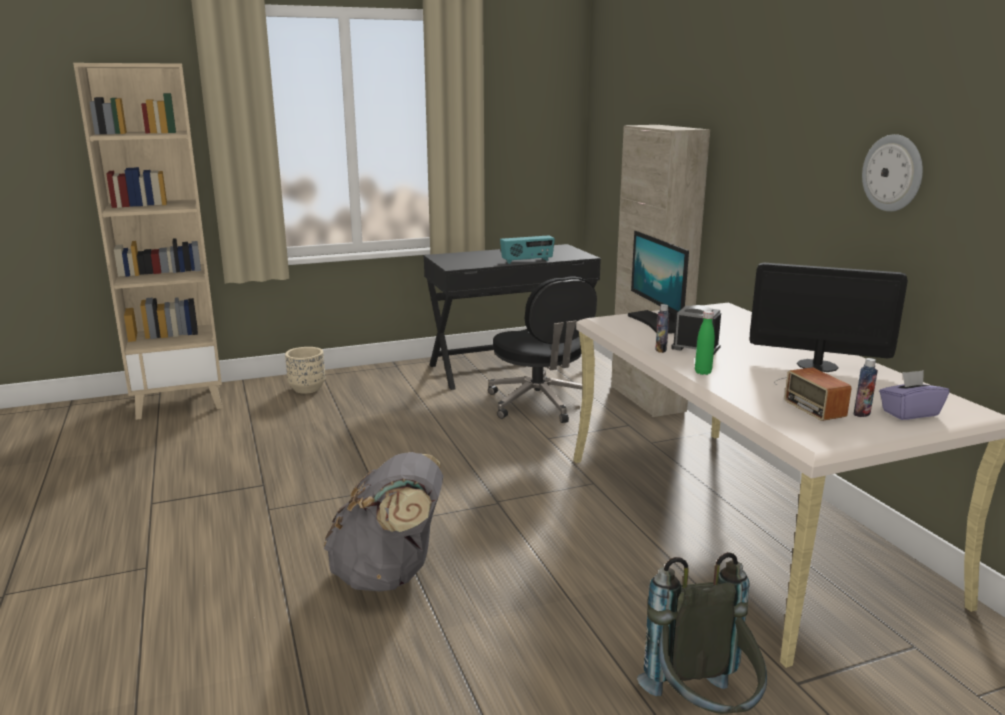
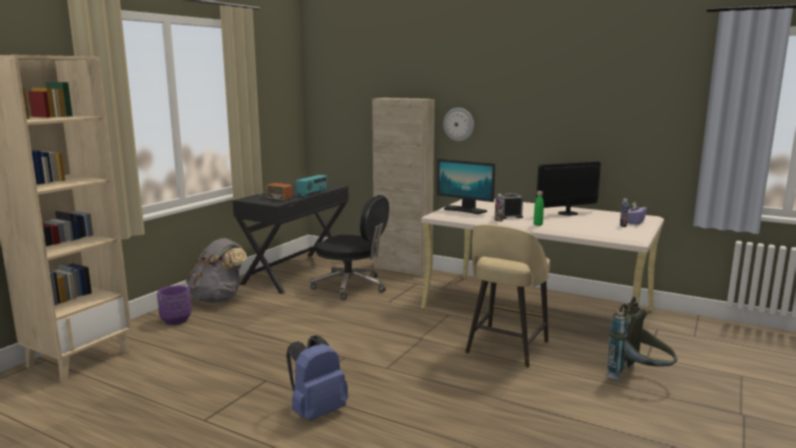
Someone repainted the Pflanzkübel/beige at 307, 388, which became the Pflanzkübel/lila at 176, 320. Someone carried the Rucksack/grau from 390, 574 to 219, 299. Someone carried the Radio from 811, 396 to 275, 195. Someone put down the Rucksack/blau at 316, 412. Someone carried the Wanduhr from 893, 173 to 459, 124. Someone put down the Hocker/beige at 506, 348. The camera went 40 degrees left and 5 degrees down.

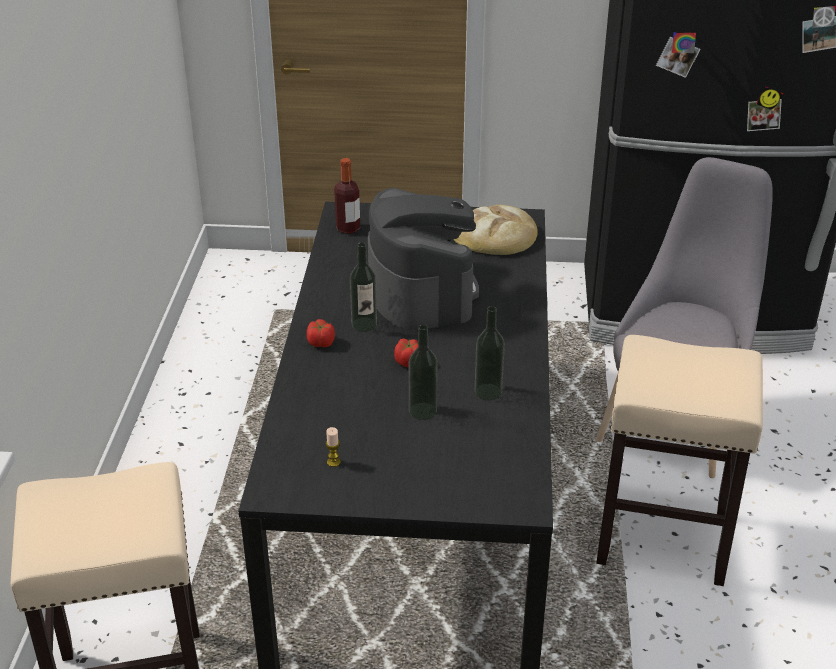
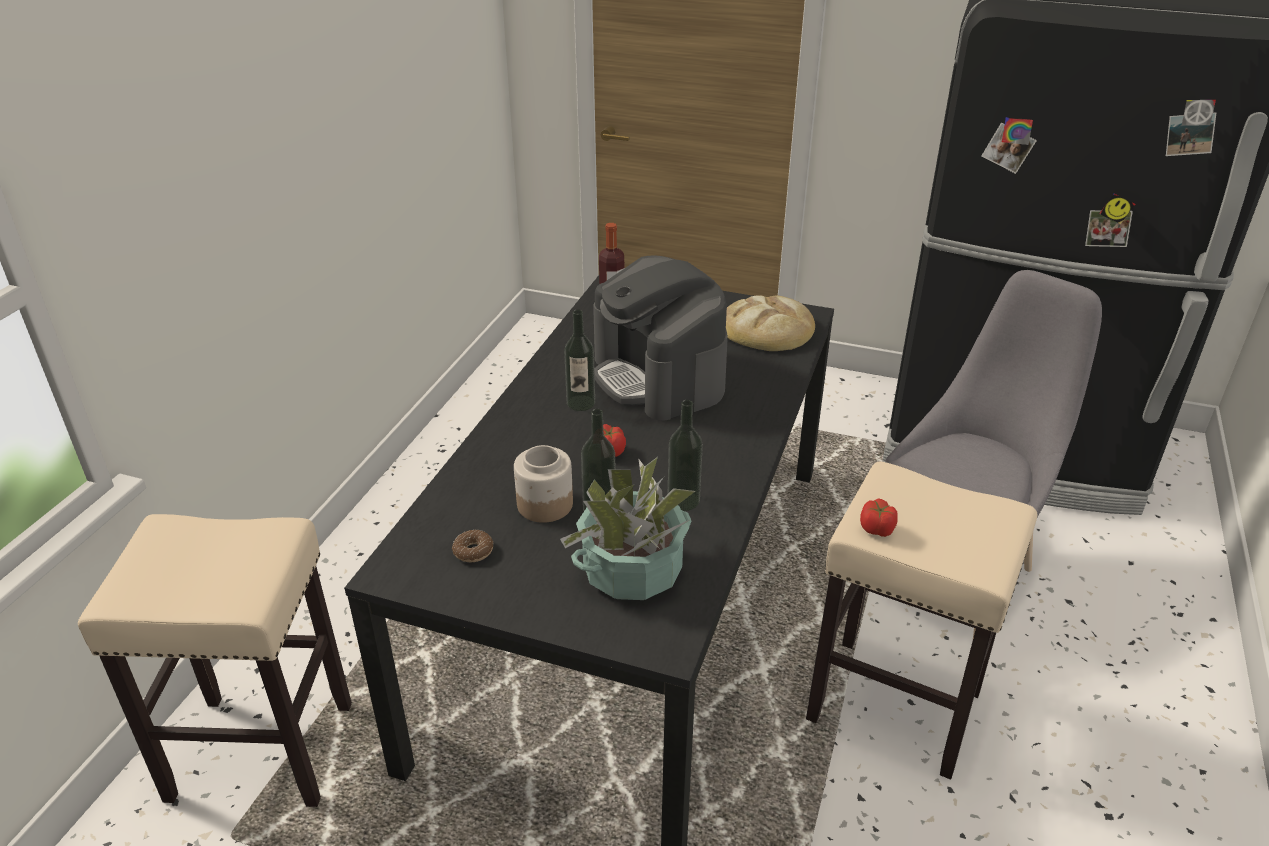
Someone swapped the Kerze at 333, 462 for the Donut at 473, 551. Someone put down the Vorratsglas at 544, 504. Someone put down the Topfpflanze at 632, 571. Someone rotated the Kaffeemaschine at 421, 291 by 150 degrees clockwise. Someone carried the Tomate from 321, 343 to 877, 529. The camera went 15 degrees right and 0 degrees up.

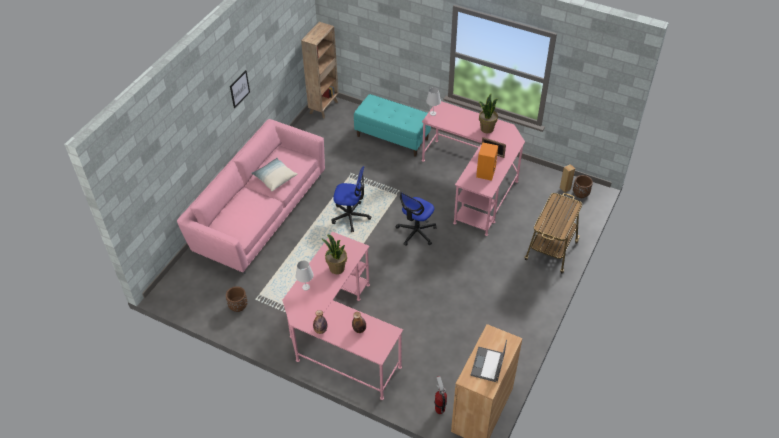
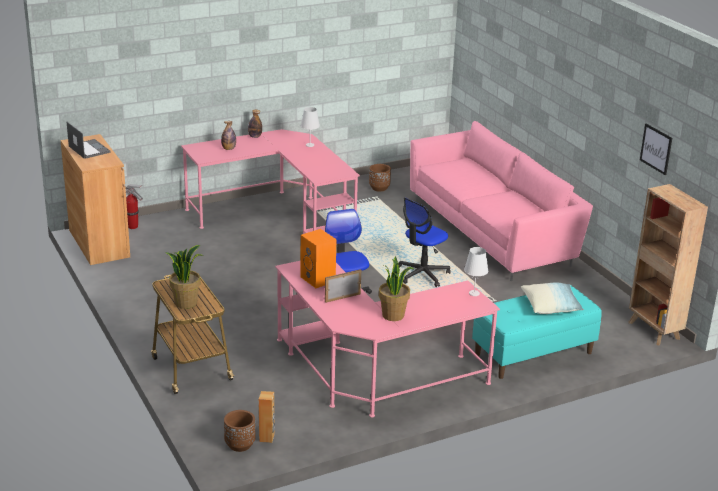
Someone carried the Topfpflanze from 336, 268 to 186, 303. Someone carried the Kissen from 274, 178 to 551, 306. Someone carried the Bild from 239, 89 to 656, 149. The camera went 125 degrees right and 20 degrees down.

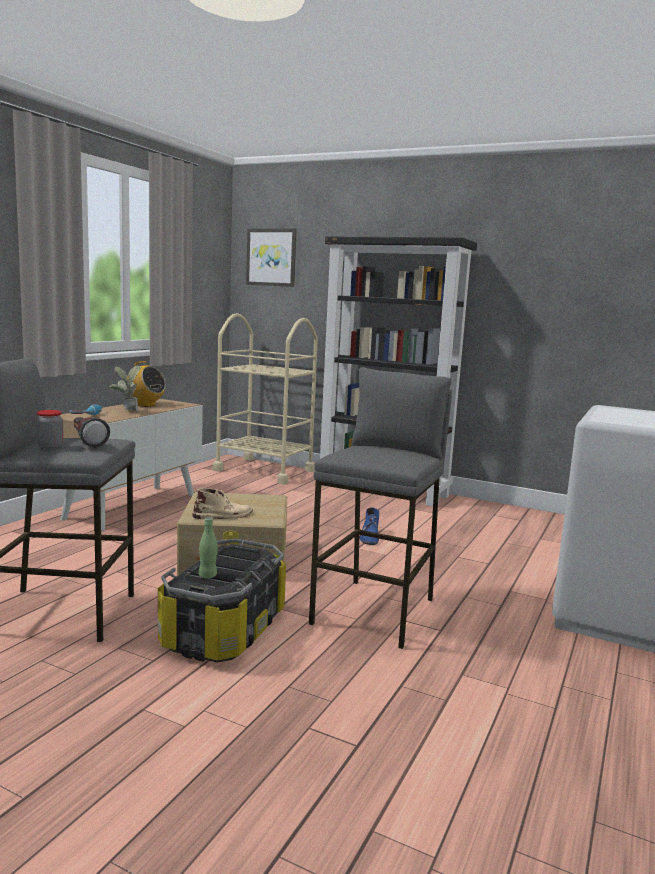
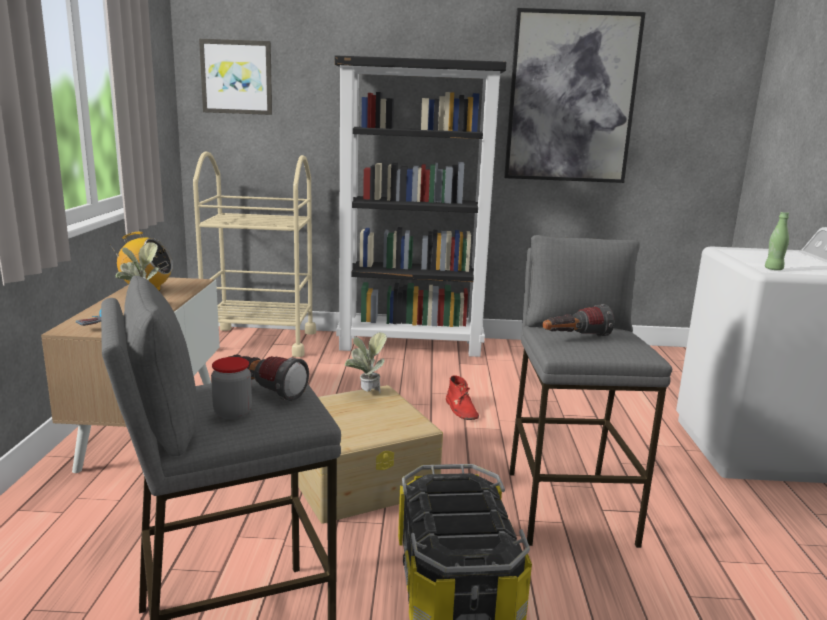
Someone put down the Topfpflanze at 366, 394. Someone repainted the Stiefel/blau at 369, 537, which became the Stiefel/rot at 461, 409. Someone put up the Bild at 571, 98. Someone put down the Taschenlampe at 574, 338. Someone carried the Flasche/grün from 207, 576 to 773, 269. Someone took away the Stiefel/beige at 223, 515. The camera went 25 degrees left and 5 degrees up.

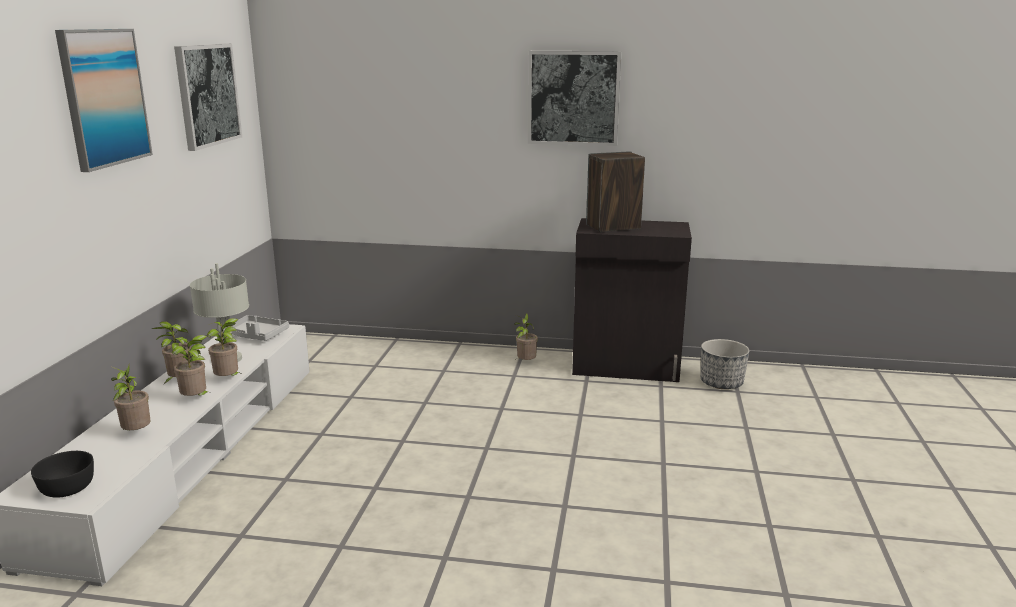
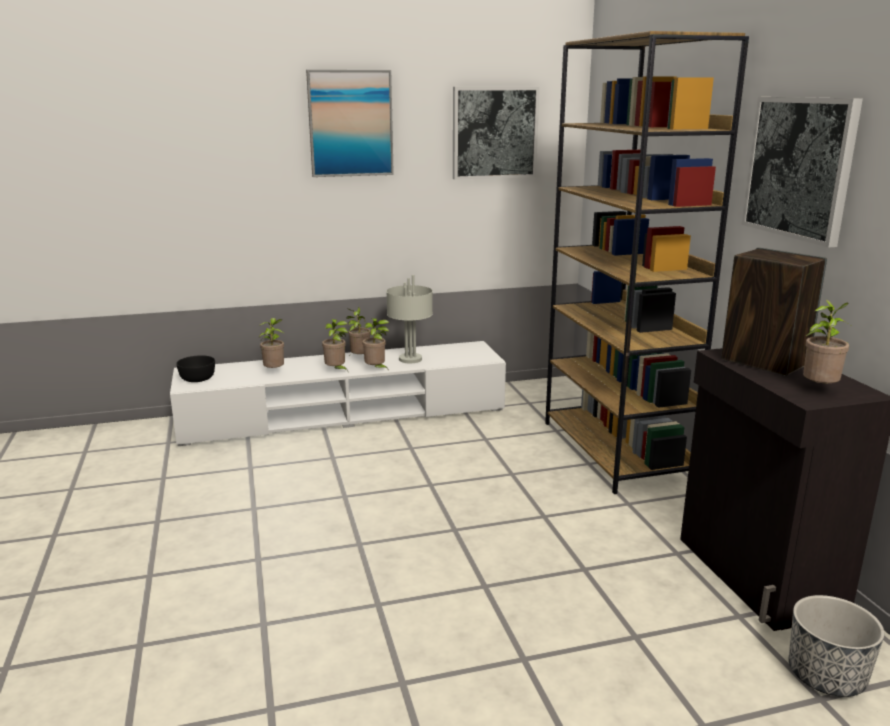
Someone put down the Bücherregal/braun at 615, 451. Someone carried the Topfpflanze from 525, 363 to 818, 390. Someone took away the Tablett/grau at 257, 335. The camera went 65 degrees right and 0 degrees up.

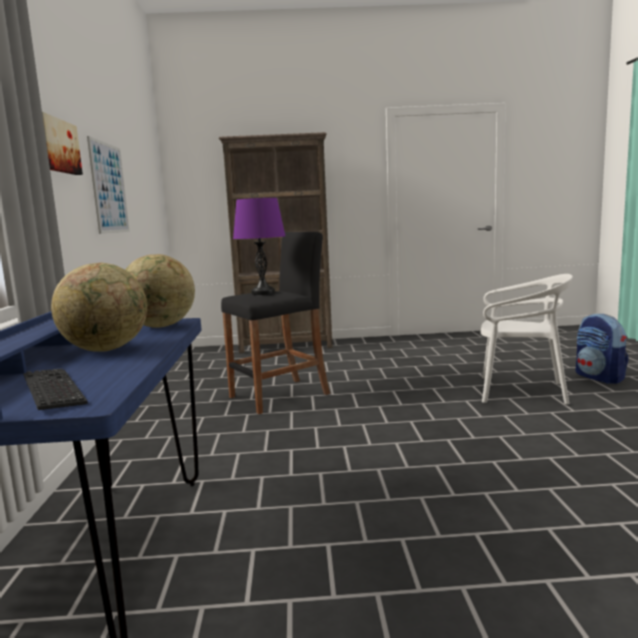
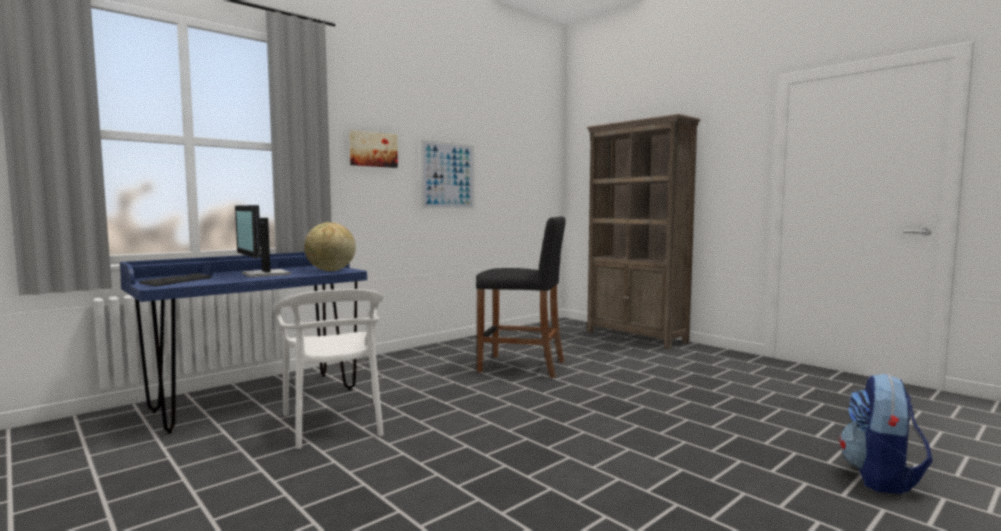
Someone swapped the Globus at 106, 349 for the Monitor at 264, 274. Someone carried the Stuhl/weiß from 520, 391 to 335, 423. Someone took away the Tischlampe/lila at 263, 293. The camera went 50 degrees right and 5 degrees down.

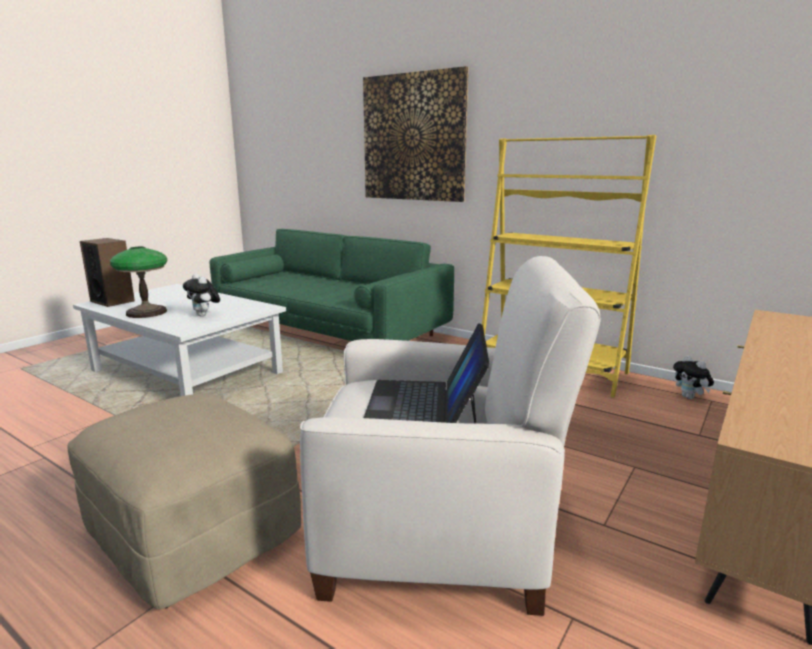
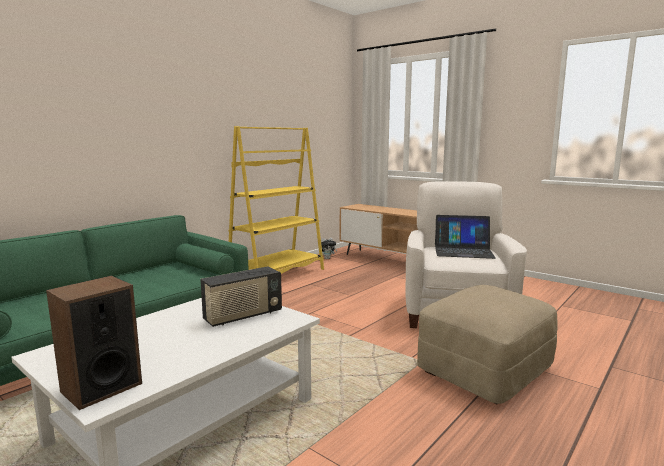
Someone swapped the Plüschtier at 204, 315 for the Radio at 243, 316. Someone took away the Tischlampe at 146, 312. Someone took away the Bild at 413, 138. The camera went 85 degrees left and 5 degrees down.

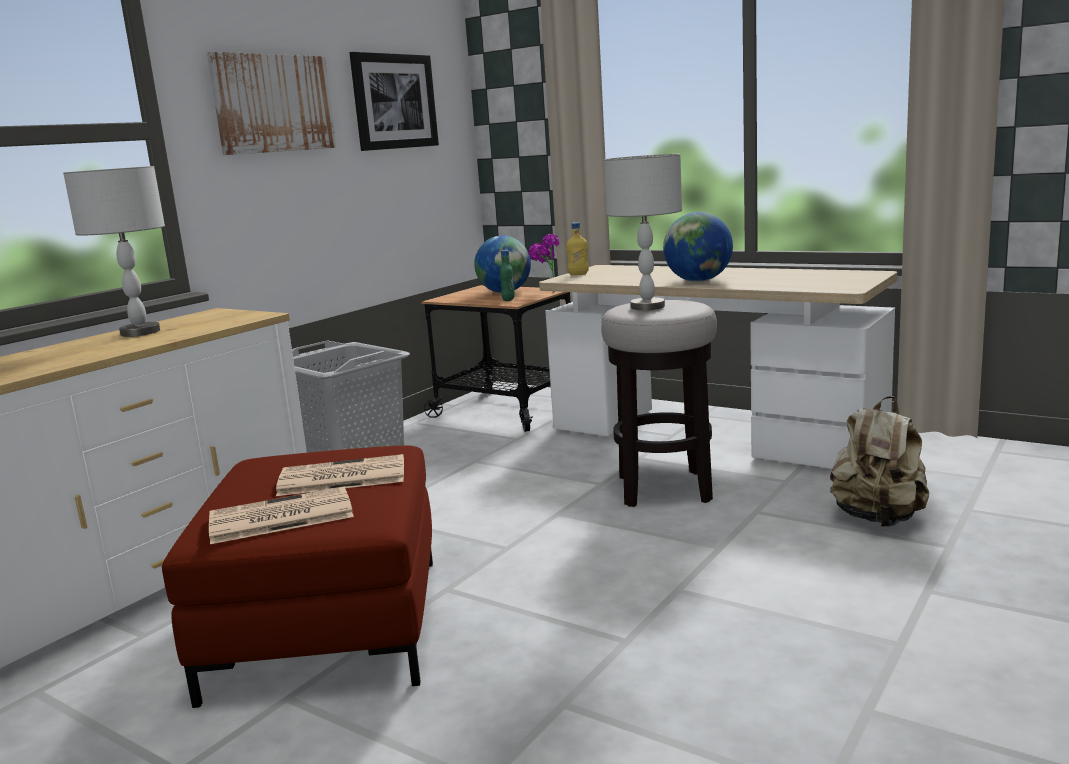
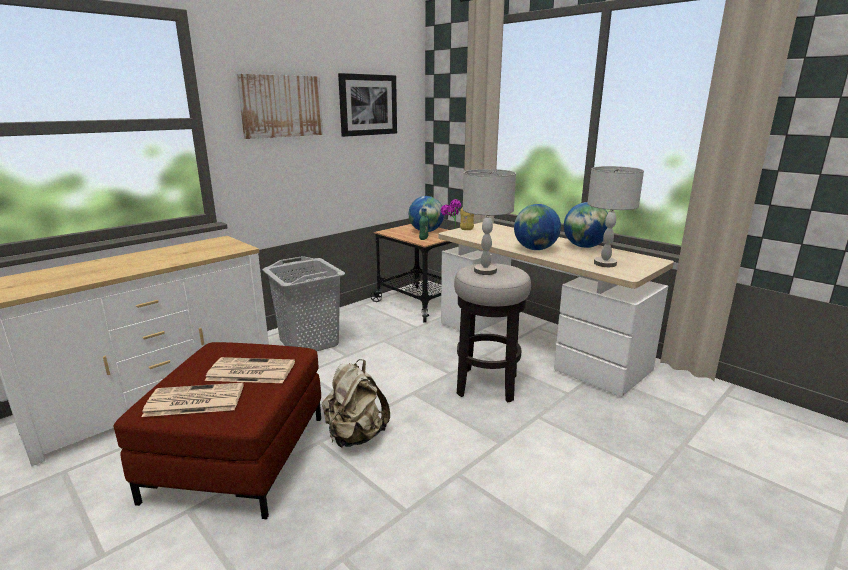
Someone carried the Rucksack/beige from 878, 518 to 355, 436. Someone put down the Globus at 584, 247. Someone carried the Tischlampe/grau from 140, 332 to 605, 264. The camera went 10 degrees right and 5 degrees up.

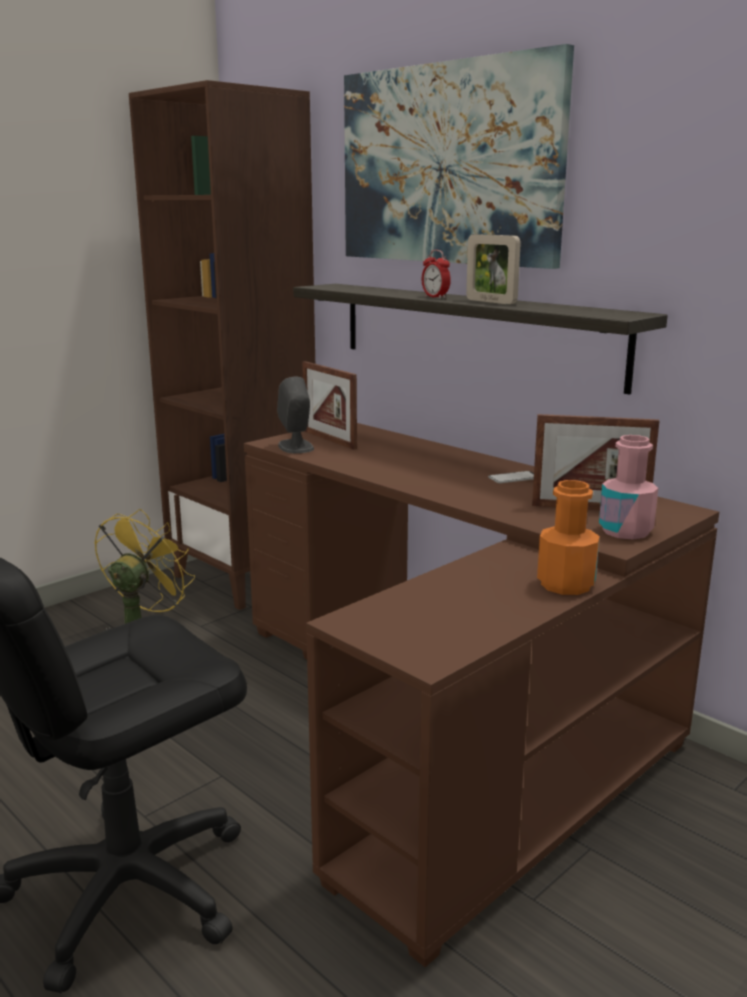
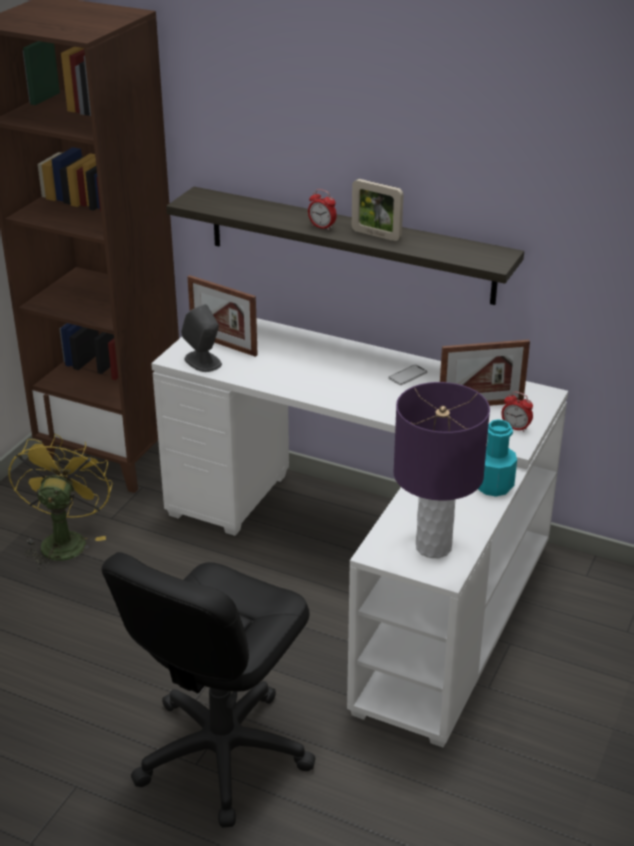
Someone repainted the Schreibtisch/braun at 450, 720, which became the Schreibtisch/weiß at 372, 565. Someone put down the Tischlampe/lila at 434, 547. Someone repainted the Flasche/orange at 565, 584, which became the Flasche/türkis at 493, 486. Someone swapped the Flasche/rosa at 625, 531 for the Wecker at 515, 428. Someone took away the Bild at 448, 165. The camera went 20 degrees left and 15 degrees up.

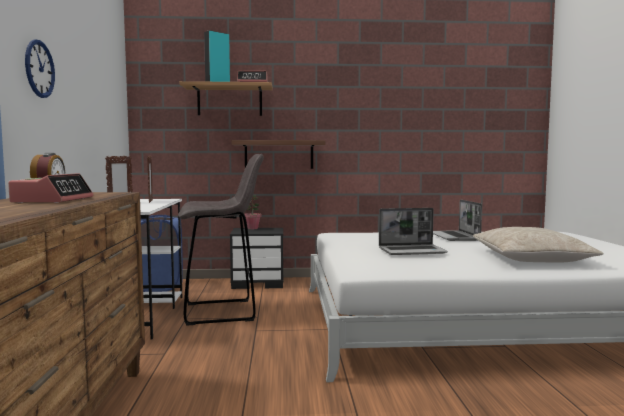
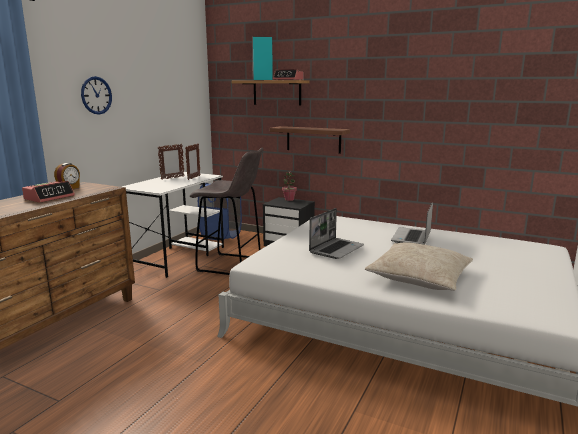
Someone rotated the Laptop at 412, 251 by 75 degrees counterclockwise. The camera went 30 degrees right and 10 degrees up.

